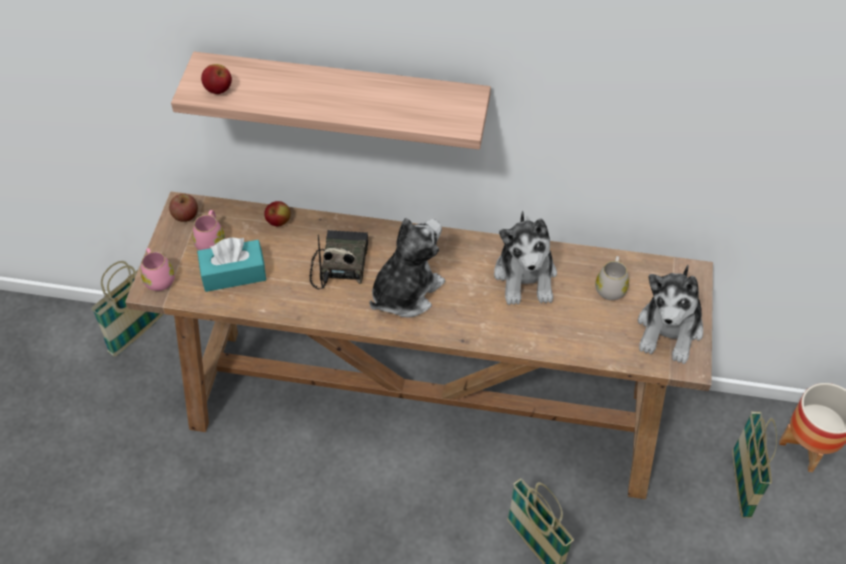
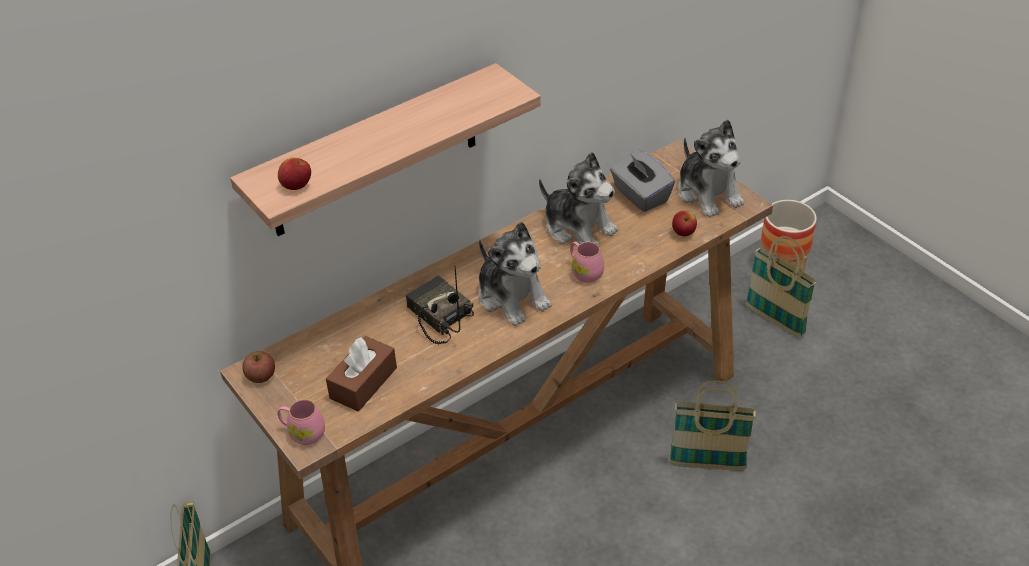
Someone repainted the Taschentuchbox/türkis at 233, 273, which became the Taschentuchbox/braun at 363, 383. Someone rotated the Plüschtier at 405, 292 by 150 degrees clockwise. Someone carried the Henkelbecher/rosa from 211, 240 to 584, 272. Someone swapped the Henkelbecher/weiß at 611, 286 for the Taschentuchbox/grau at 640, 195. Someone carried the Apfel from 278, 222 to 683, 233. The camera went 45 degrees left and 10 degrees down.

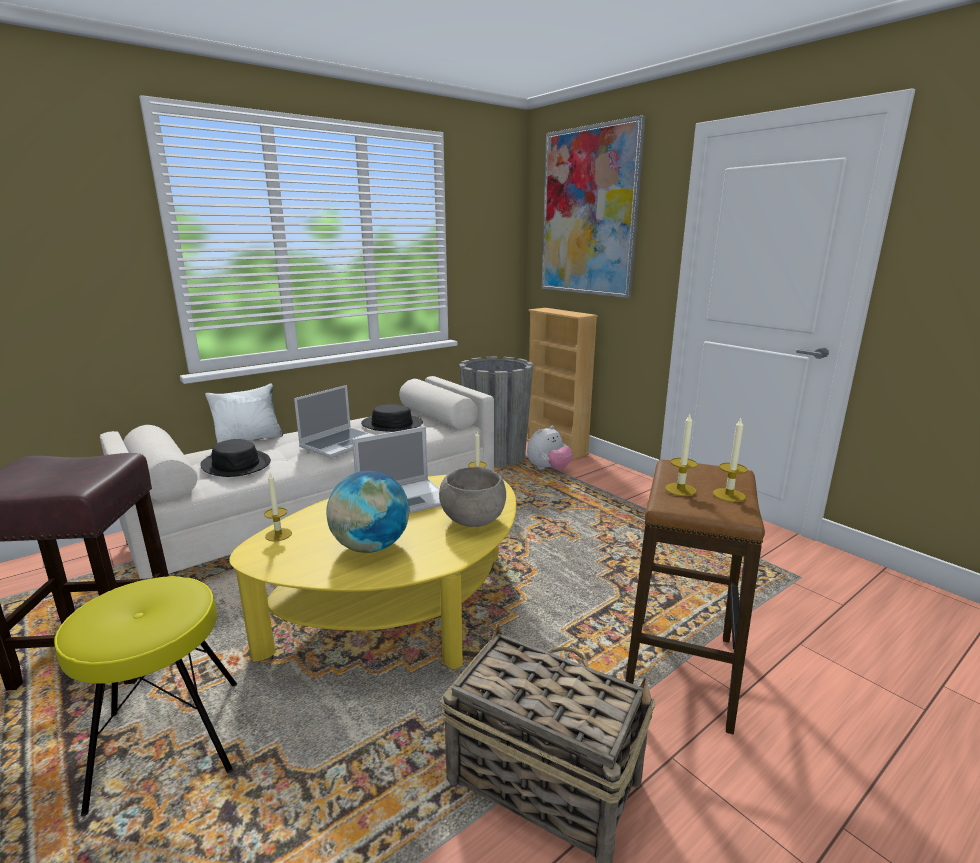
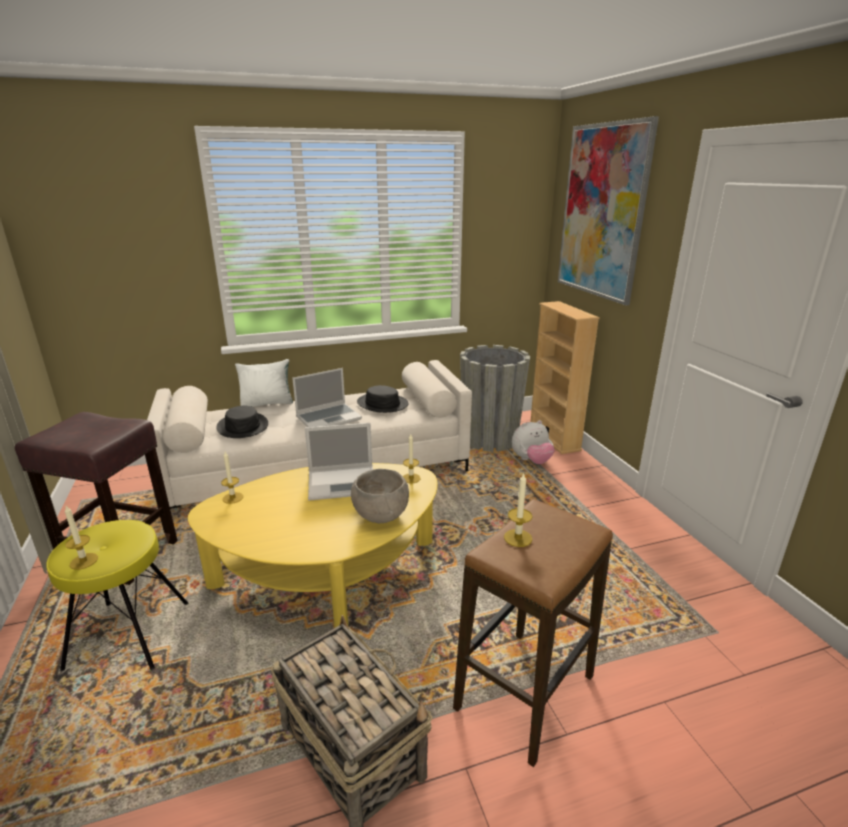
Someone carried the Kerze from 729, 495 to 84, 561. Someone took away the Globus at 371, 546. The camera went 20 degrees right and 5 degrees up.

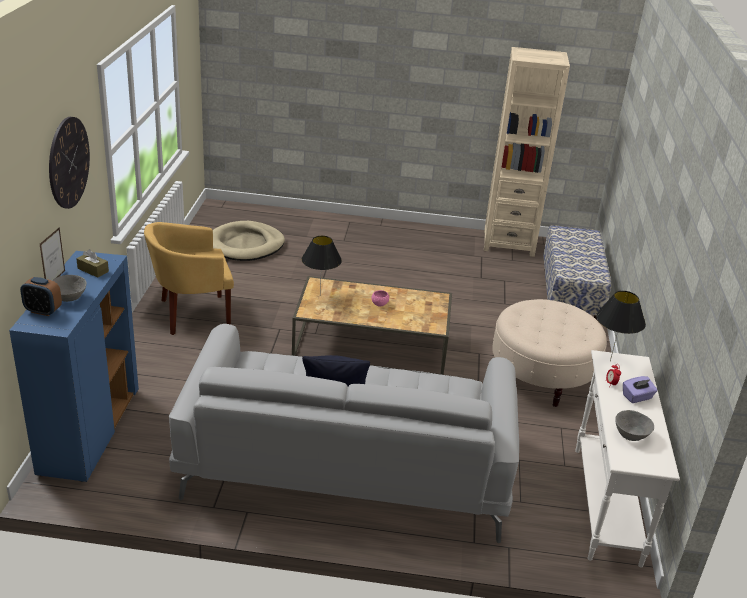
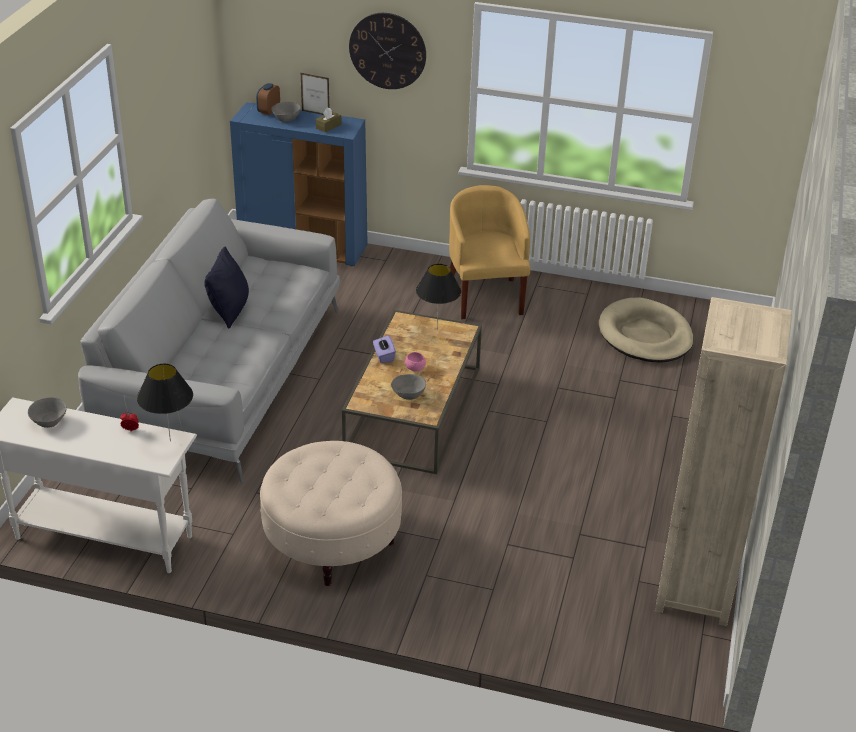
Someone carried the Taschentuchbox/lila from 637, 397 to 384, 356. Someone put down the Schüssel/grau at 408, 394. Someone took away the Bank at 569, 298. The camera went 100 degrees right and 5 degrees up.

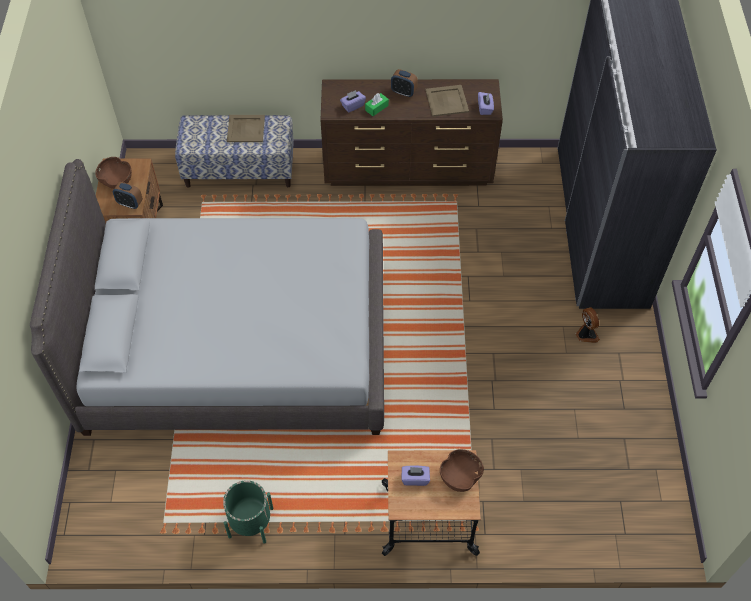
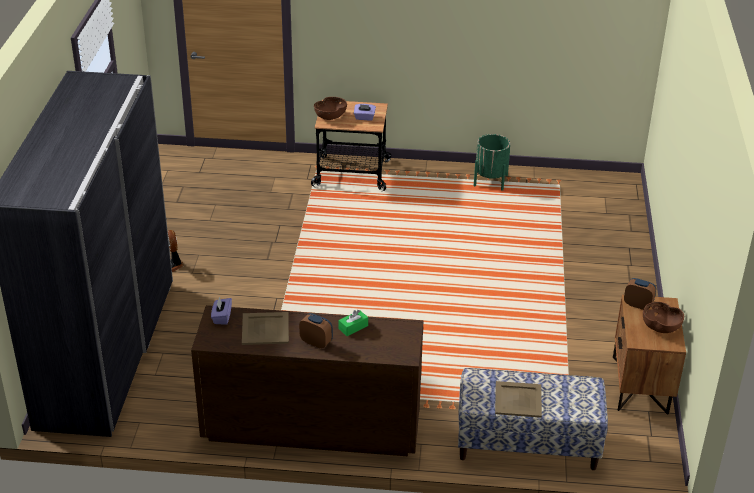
Someone took away the Bett/grau at 237, 345. Someone took away the Taschentuchbox/lila at 352, 106. The camera went 175 degrees left and 20 degrees down.

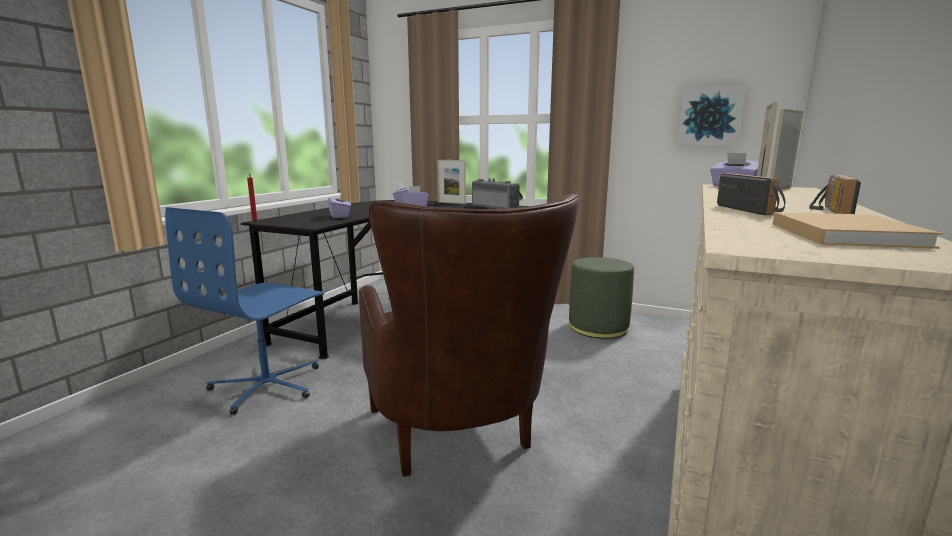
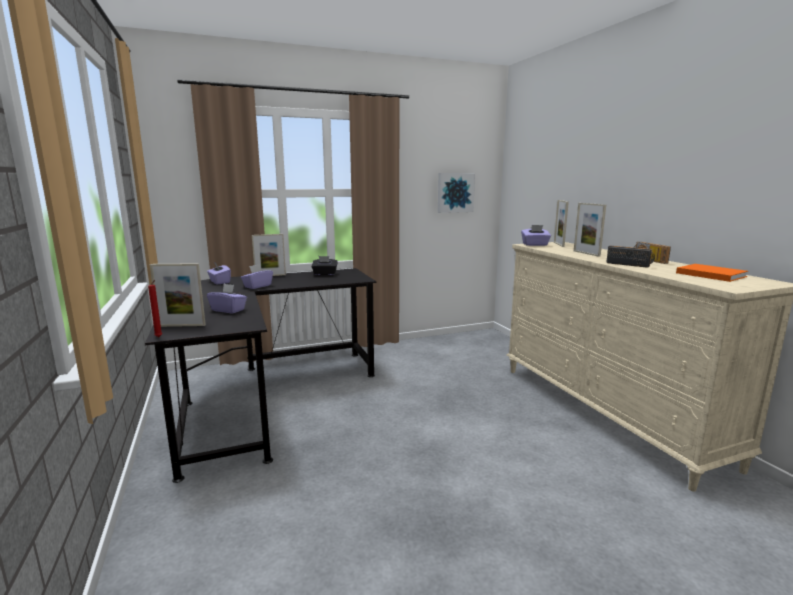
Someone put down the Bilderrahmen at 182, 325. Someone swapped the Radio at 497, 207 for the Taschentuchbox/schwarz at 325, 274. Someone repainted the Buch/beige at 842, 234, which became the Buch/orange at 709, 274. Someone took away the Bürostuhl/blau at 268, 385. Someone took away the Sessel/braun at 458, 442. Someone took away the Polsterhocker/grün at 598, 327. The camera went 45 degrees left and 0 degrees up.

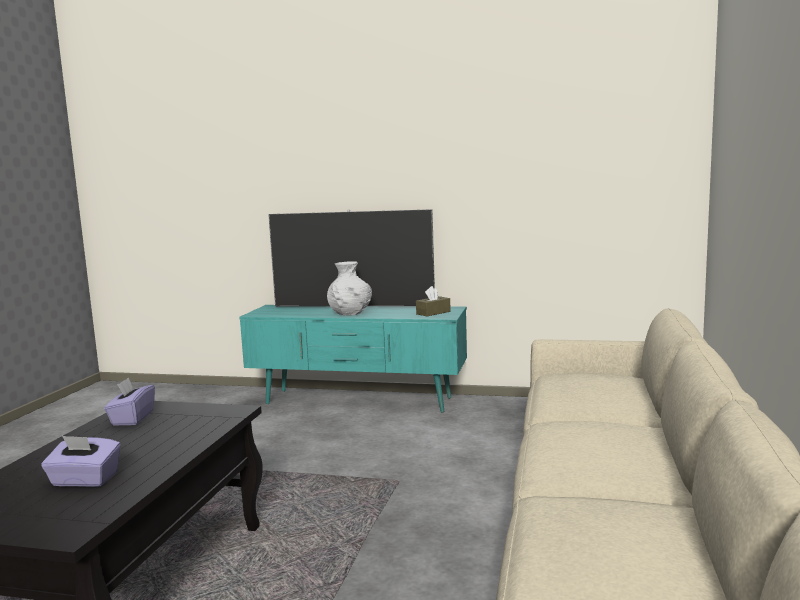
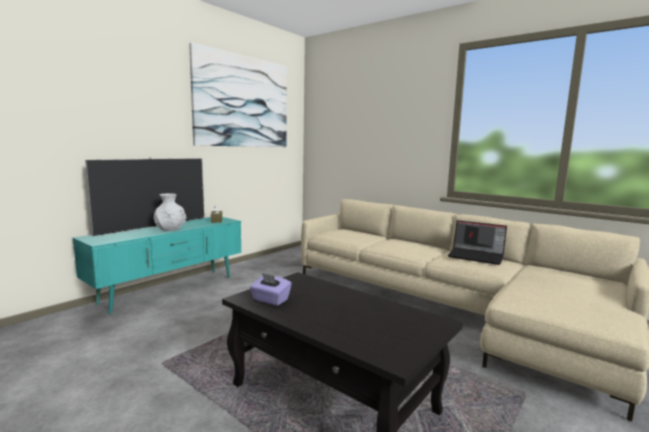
Someone put up the Bild at 243, 102. Someone put down the Laptop at 476, 256. Someone took away the Taschentuchbox/lila at 84, 480. The camera went 65 degrees left and 0 degrees up.

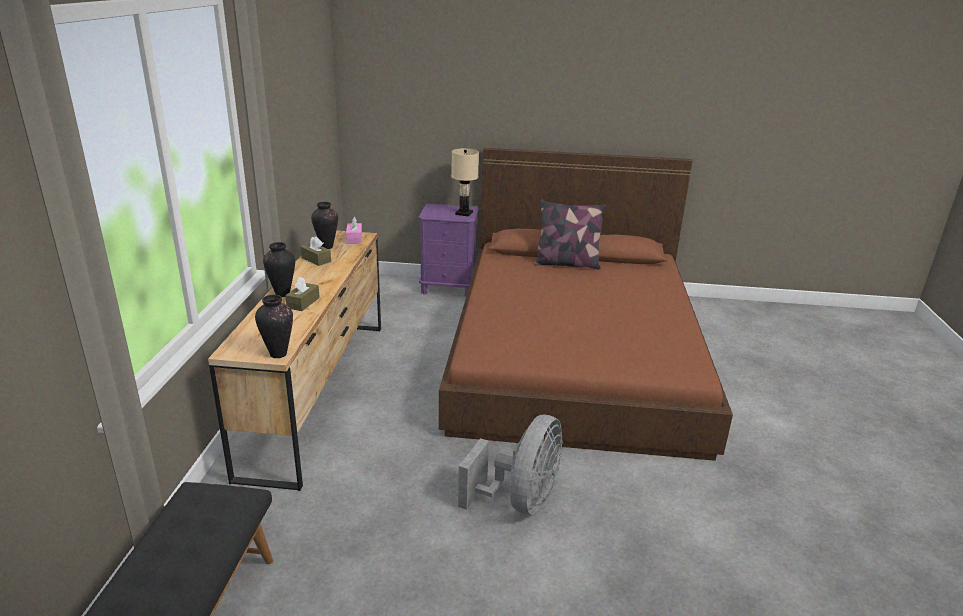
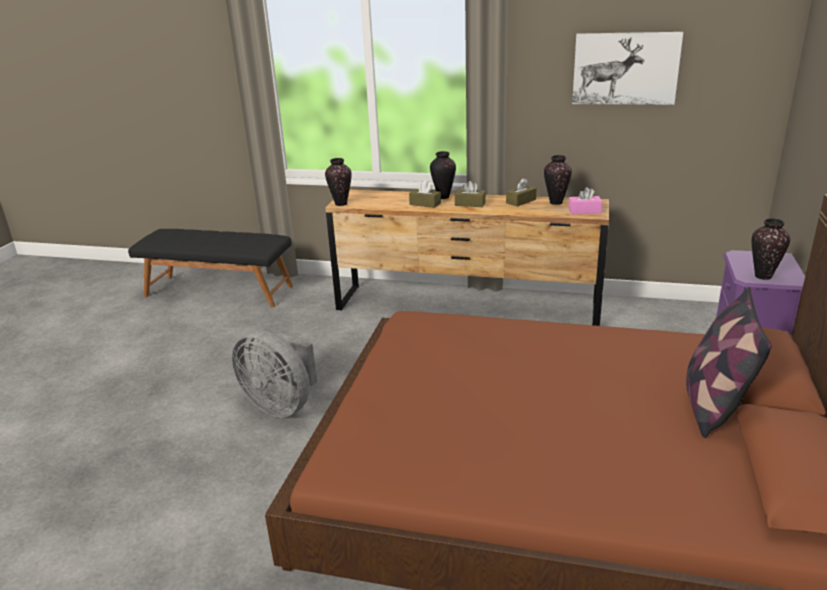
Someone put down the Taschentuchbox/braun at 470, 204. Someone put up the Bild at 625, 68. Someone swapped the Tischlampe/beige at 463, 213 for the Vase at 763, 276. The camera went 100 degrees right and 0 degrees up.

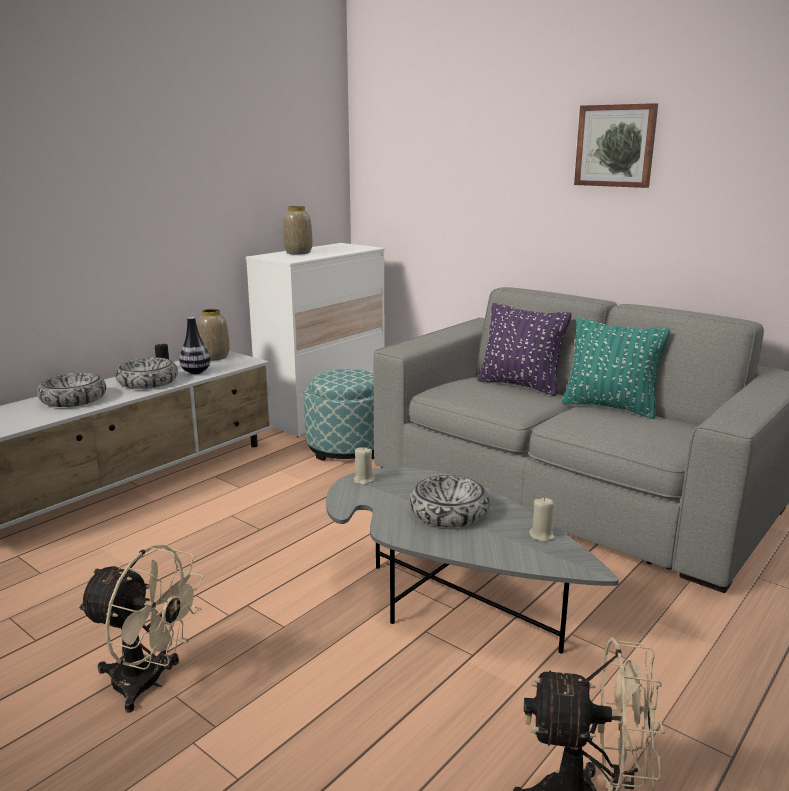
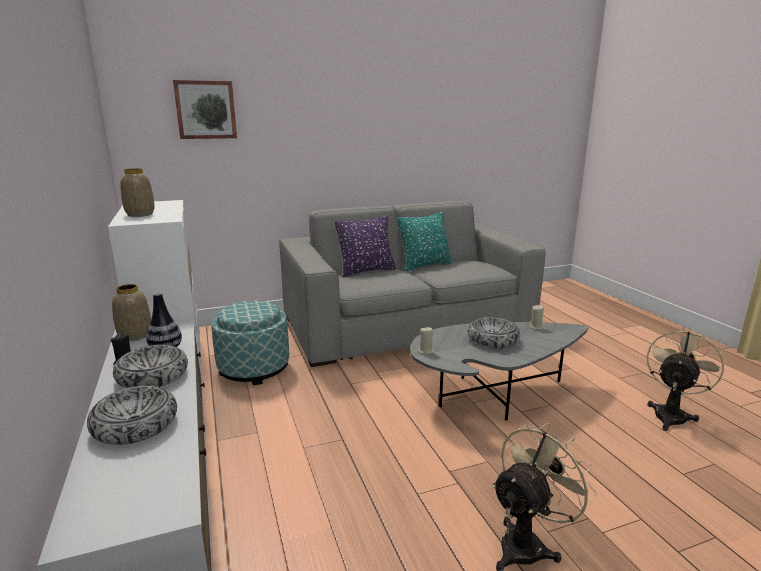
Someone carried the Bild from 615, 146 to 205, 110. The camera went 60 degrees left and 0 degrees up.

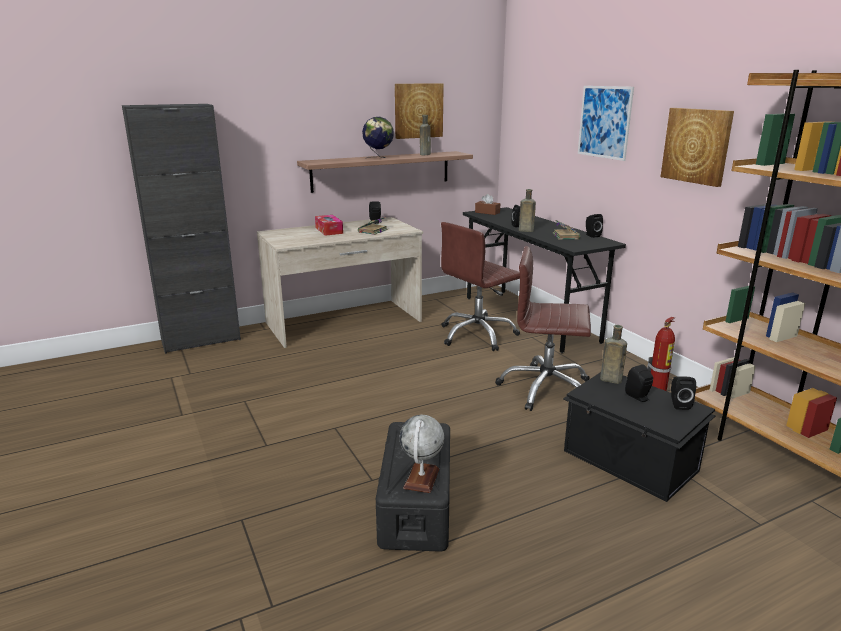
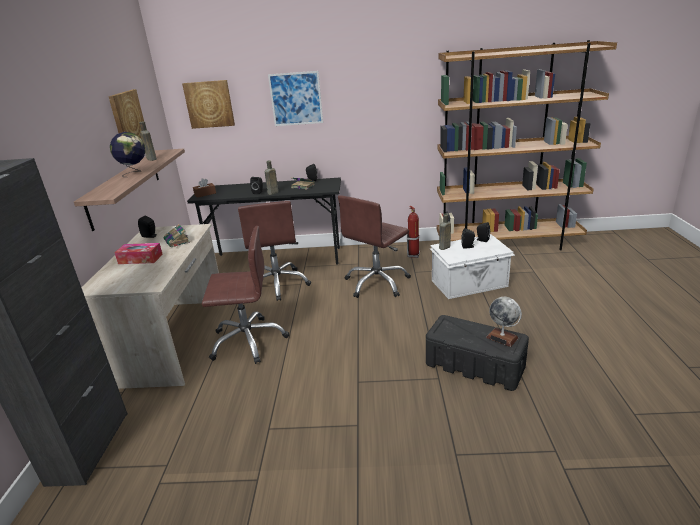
Someone carried the Bild from 697, 146 to 209, 104. Someone put down the Bürostuhl/braun at 248, 341. Someone repainted the Aufbewahrungsbox/schwarz at 629, 462, which became the Aufbewahrungsbox/weiß at 470, 284. The camera went 60 degrees left and 5 degrees up.

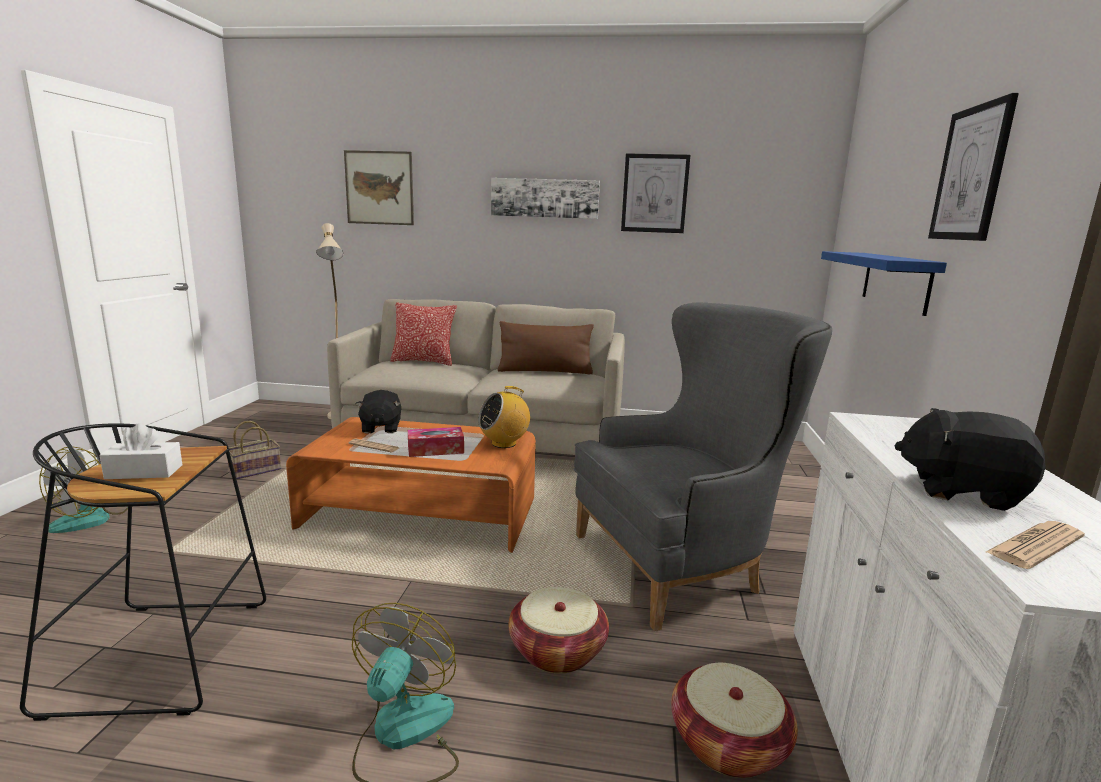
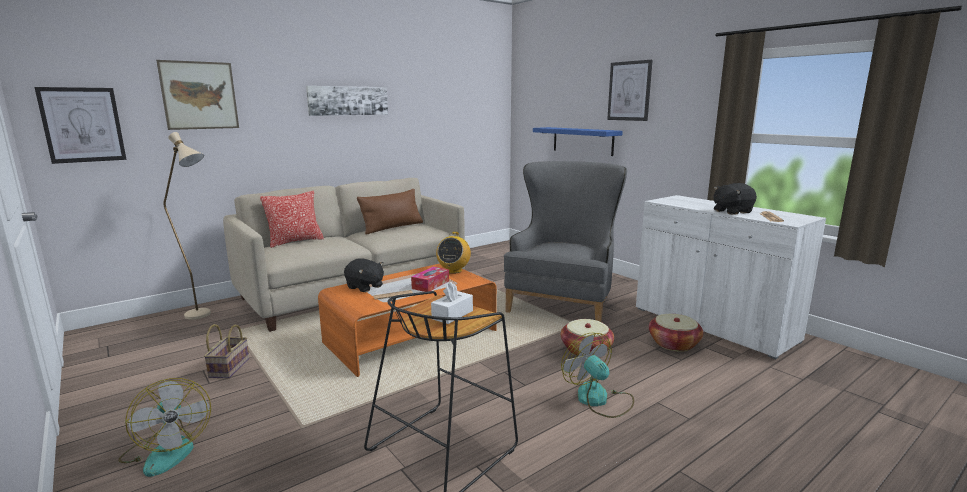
Someone carried the Bild from 654, 193 to 82, 125. The camera went 45 degrees left and 0 degrees up.

